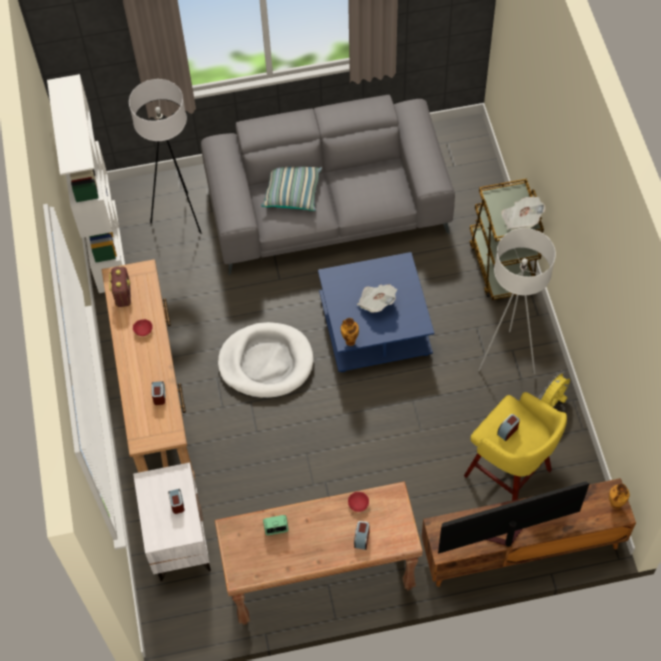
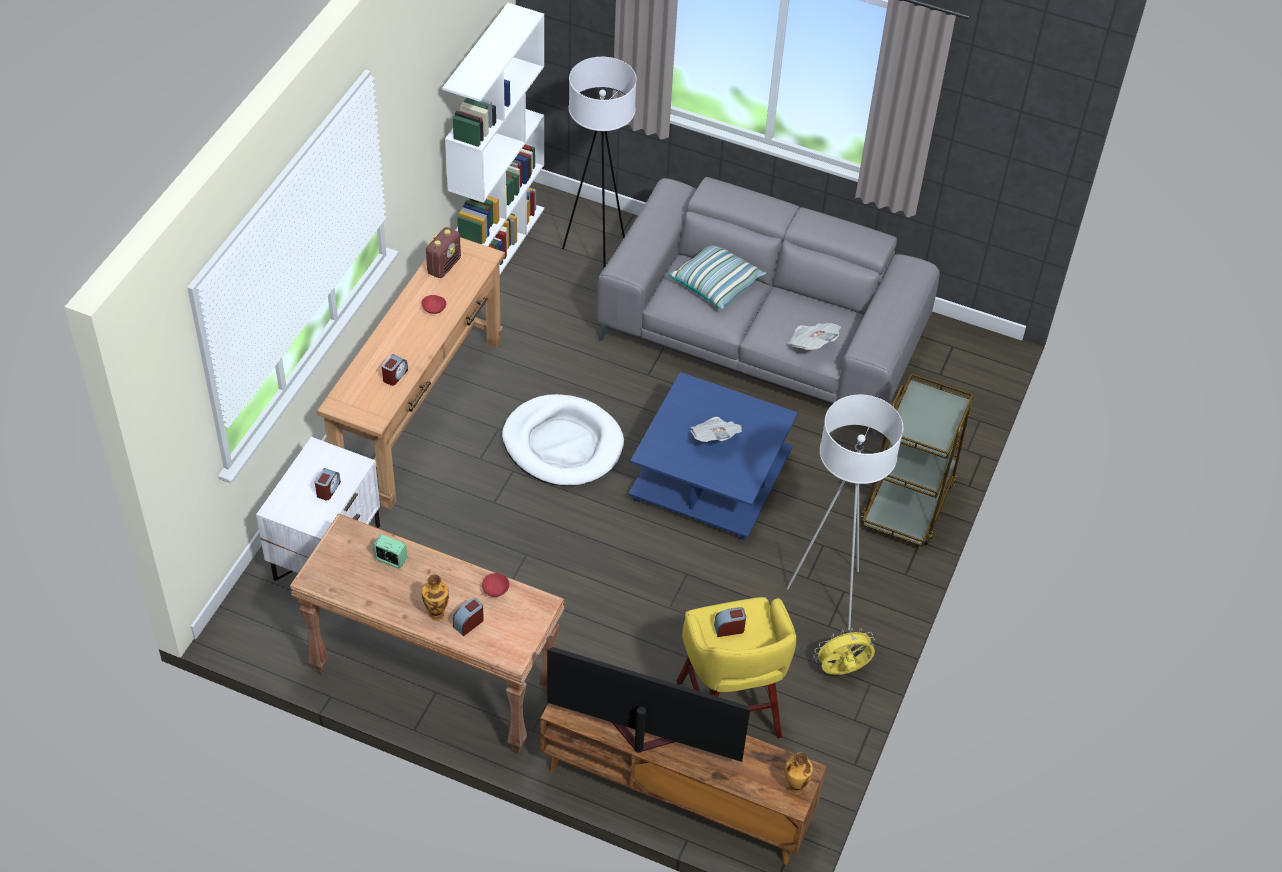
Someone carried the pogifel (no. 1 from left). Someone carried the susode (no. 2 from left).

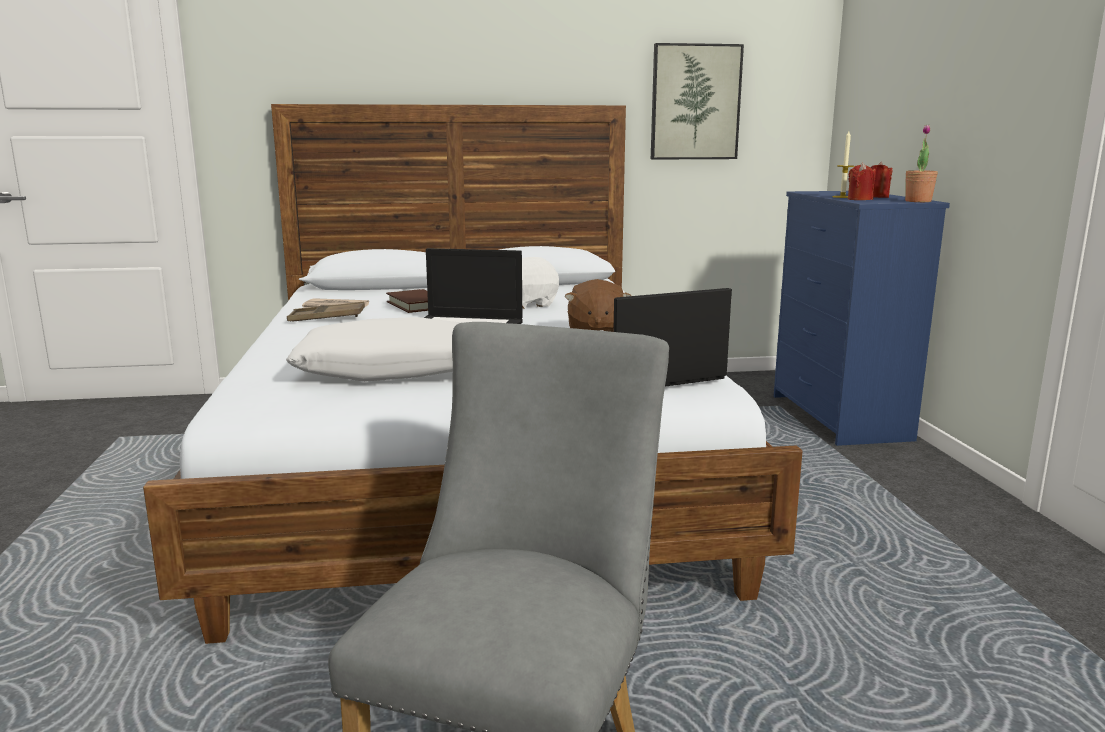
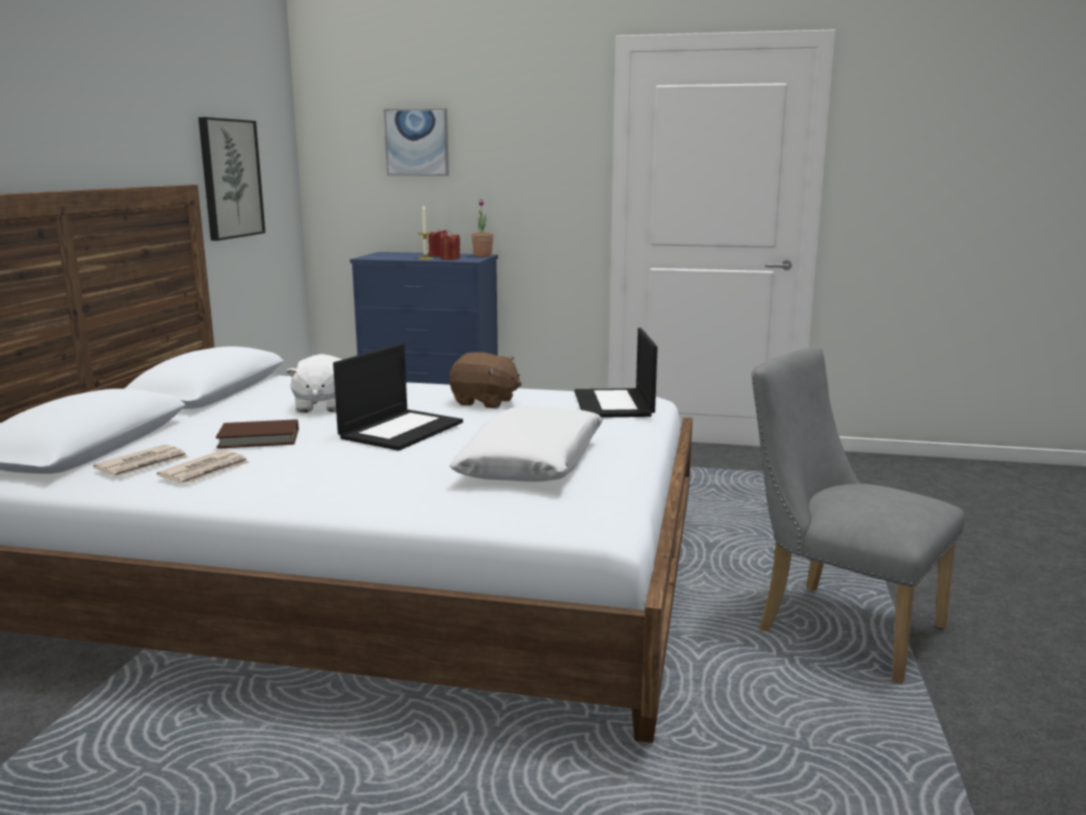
Someone took away the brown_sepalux. Someone put down the susode (no. 1 from left). Someone put up the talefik (no. 2 from left).

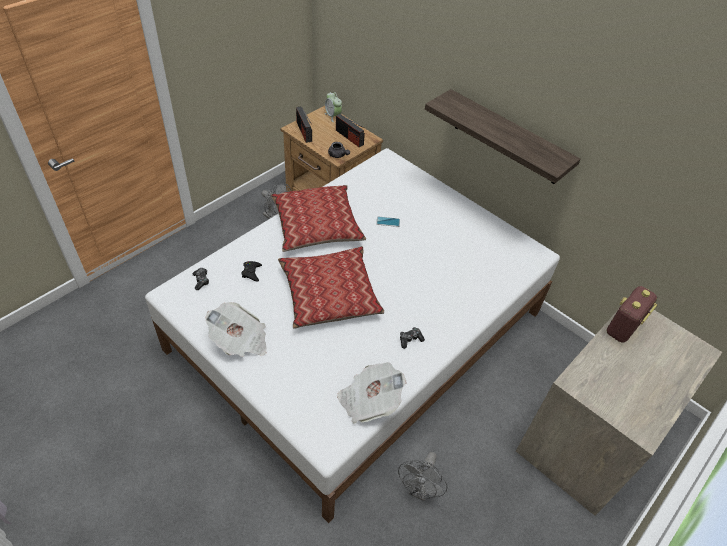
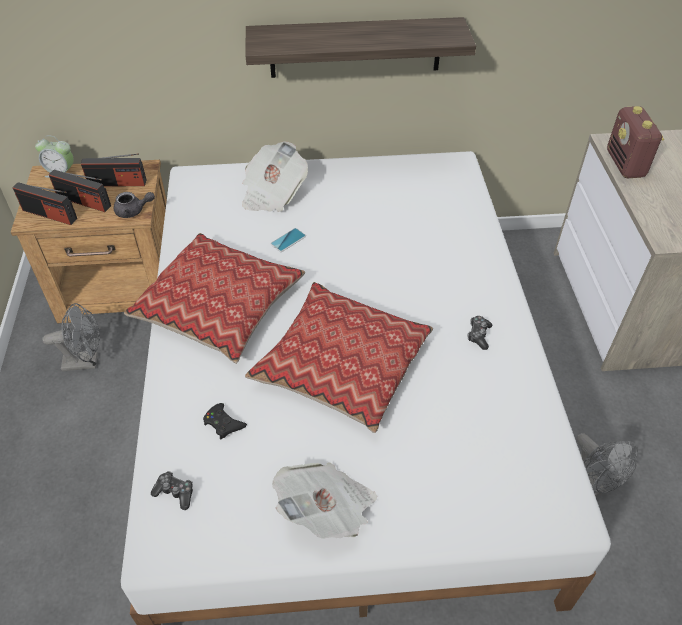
Someone put down the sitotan (no. 2 from left). Someone carried the susode (no. 2 from left in the first image).

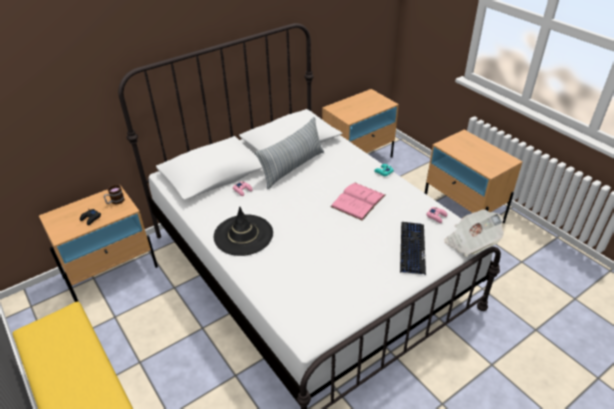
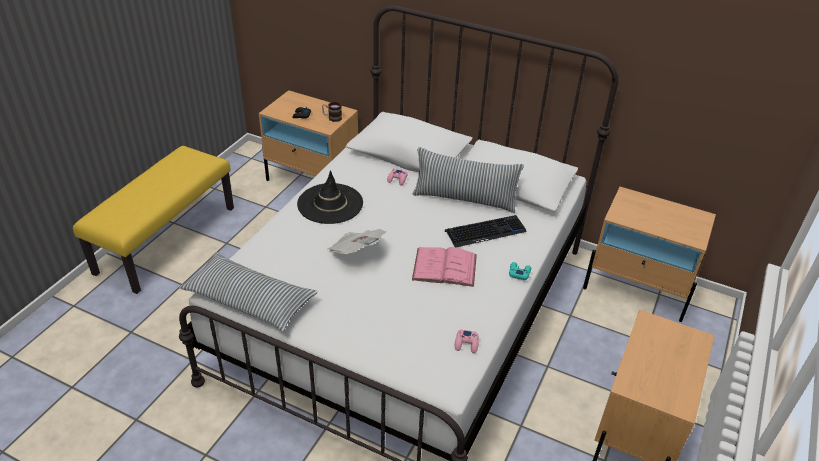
Someone put down the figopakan (no. 1 from left). Someone carried the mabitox. Someone carried the susode.

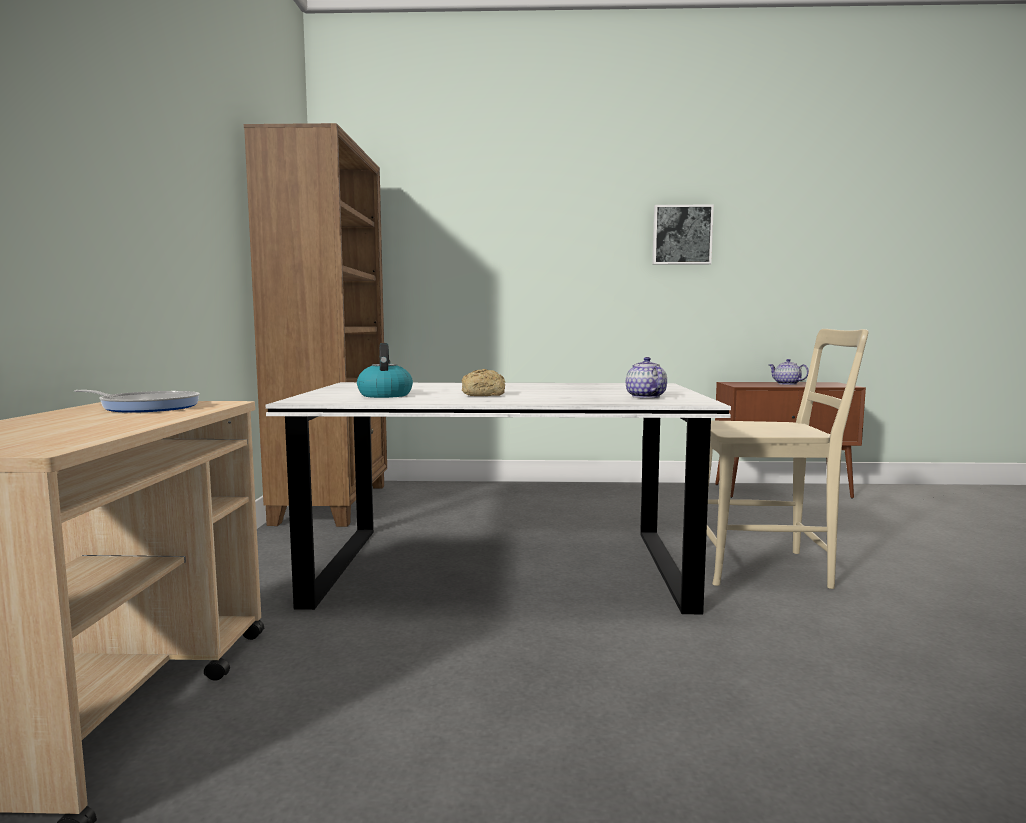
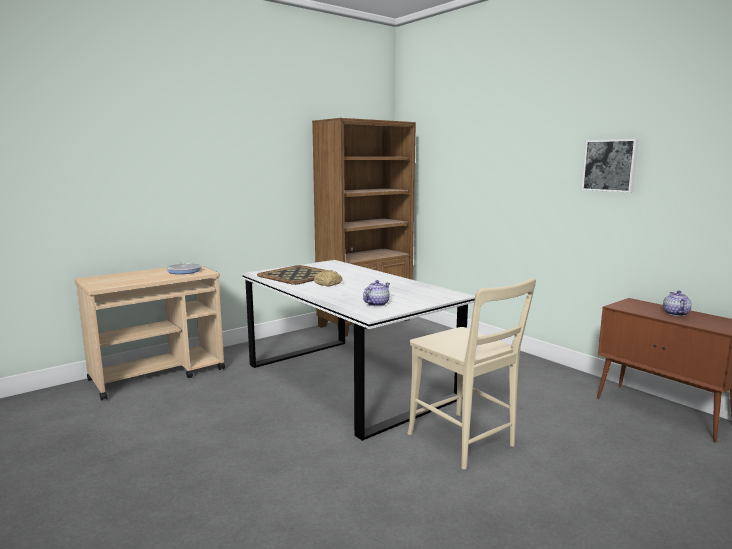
Someone swapped the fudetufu for the sepalux.

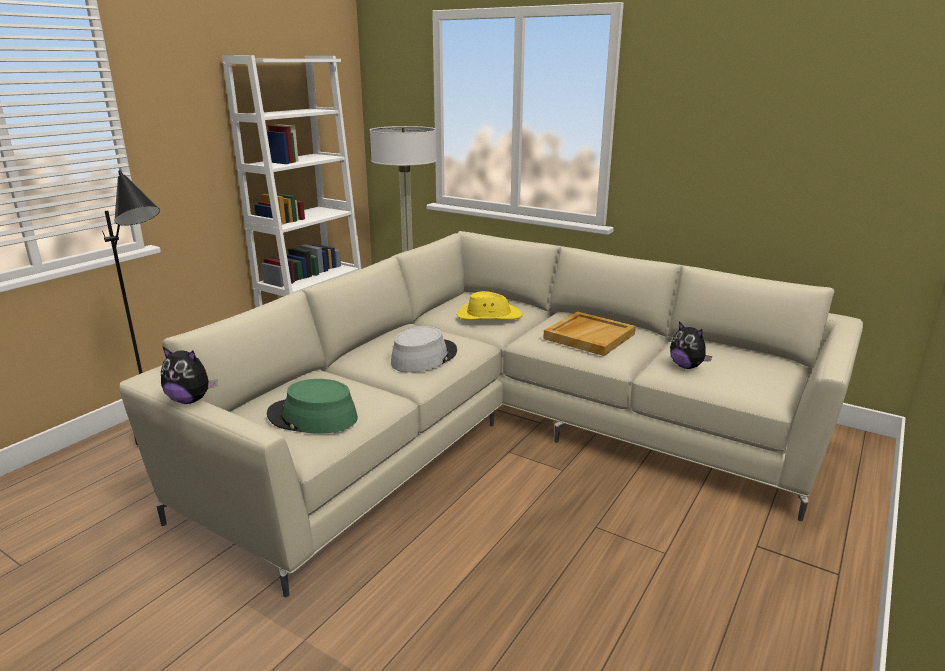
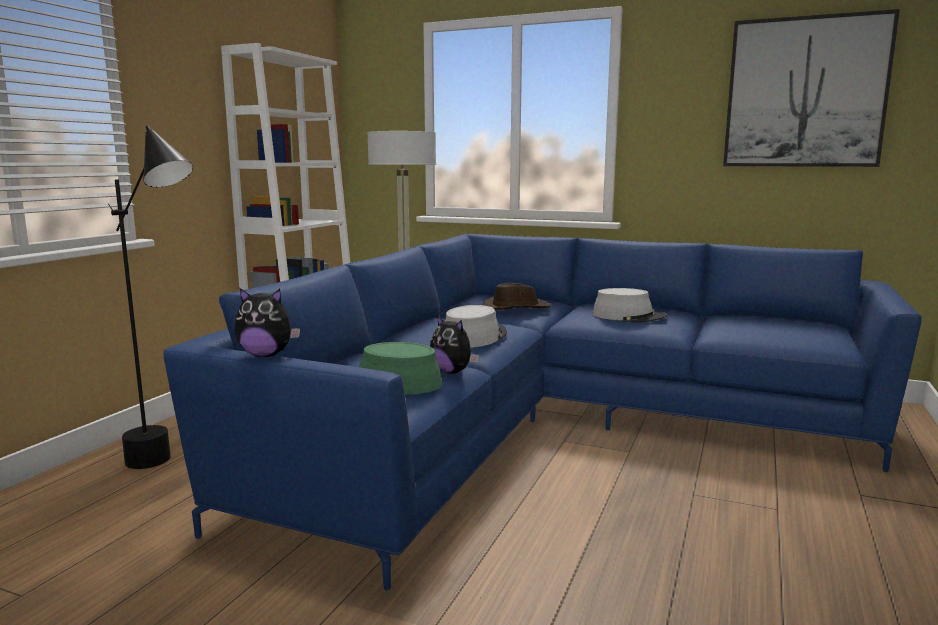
Someone put up the talefik. Someone carried the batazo (no. 2 from left). Someone swapped the beige_sepalux for the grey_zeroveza (no. 2 from left). Someone repainted the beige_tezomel, which became the blue_tezomel. Someone repainted the yellow_zeroveza, which became the brown_zeroveza.

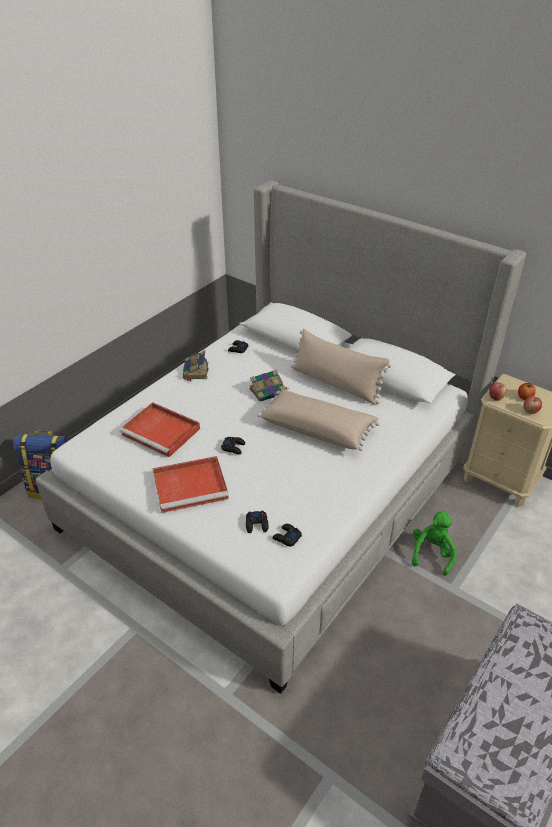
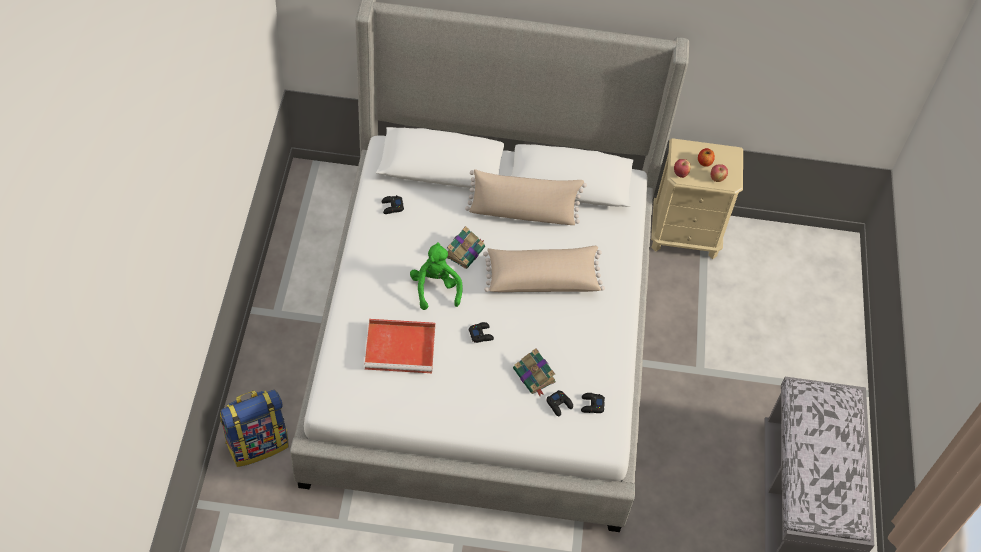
Someone took away the red_sepalux (no. 2 from left). Someone carried the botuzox (no. 1 from left in the first image). Someone carried the green_batazo.

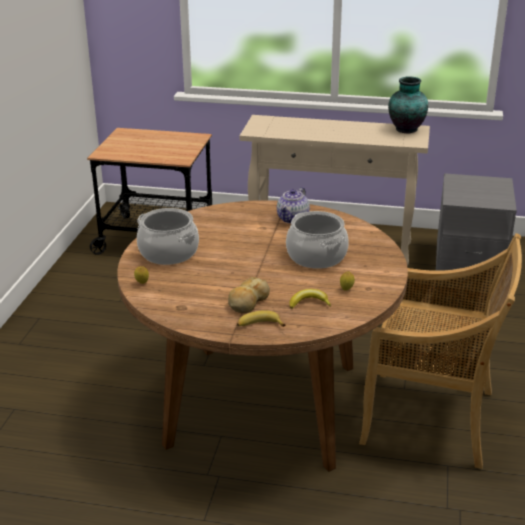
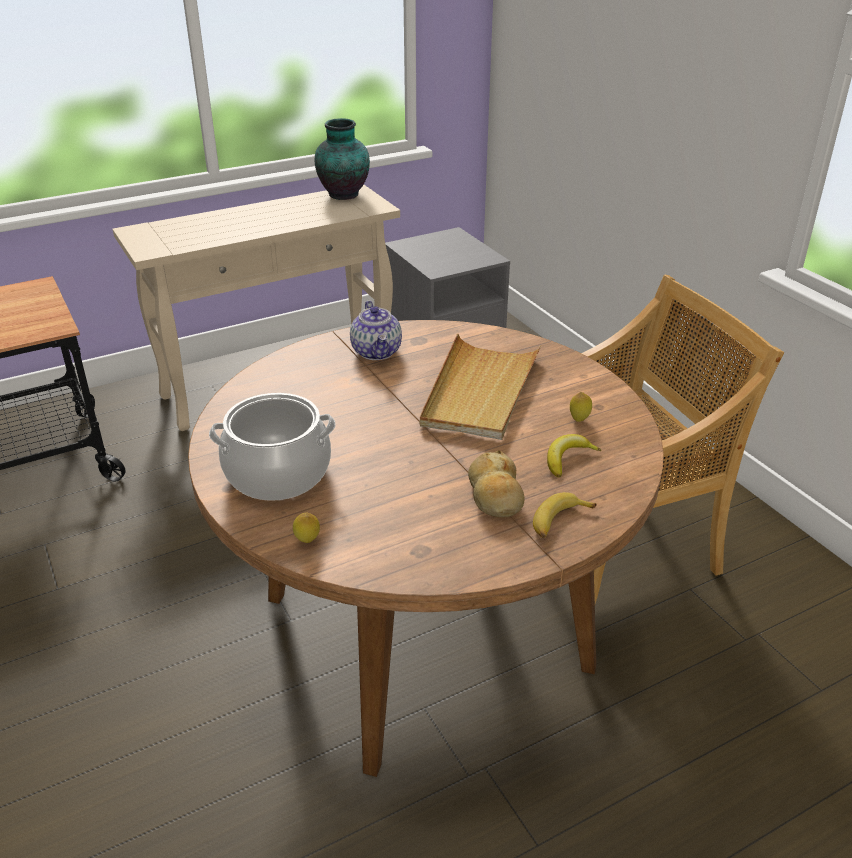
Someone swapped the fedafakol (no. 2 from left) for the beige_sepalux.

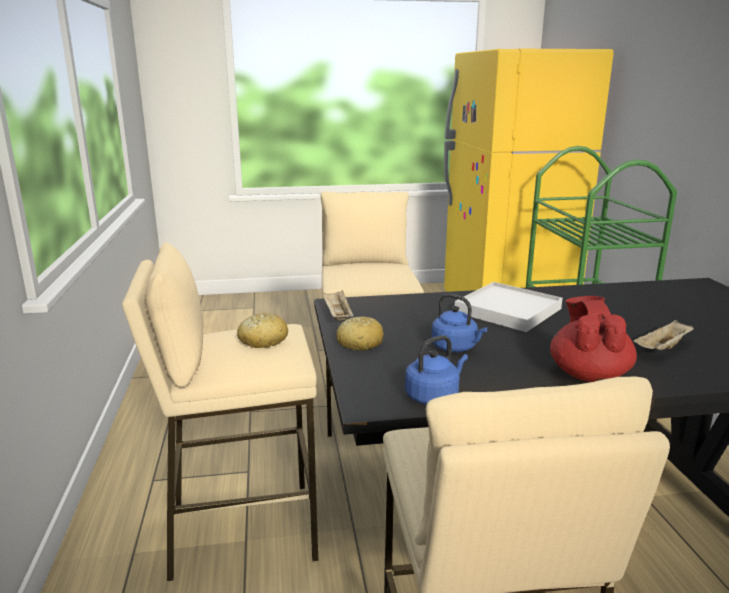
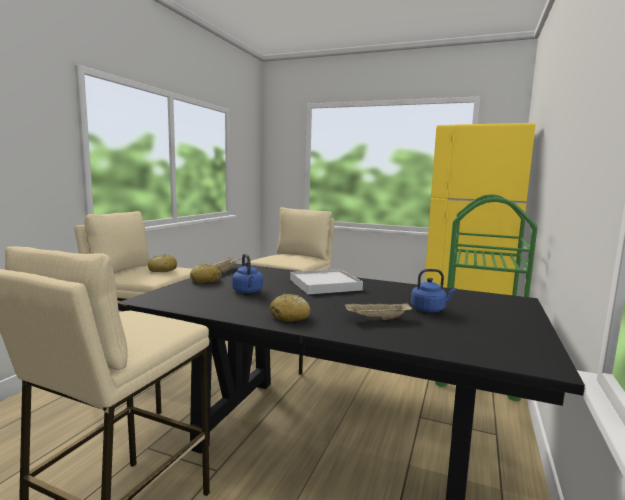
Someone carried the blue_fudetufu (no. 1 from left in the first image). Someone swapped the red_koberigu for the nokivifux (no. 3 from left).

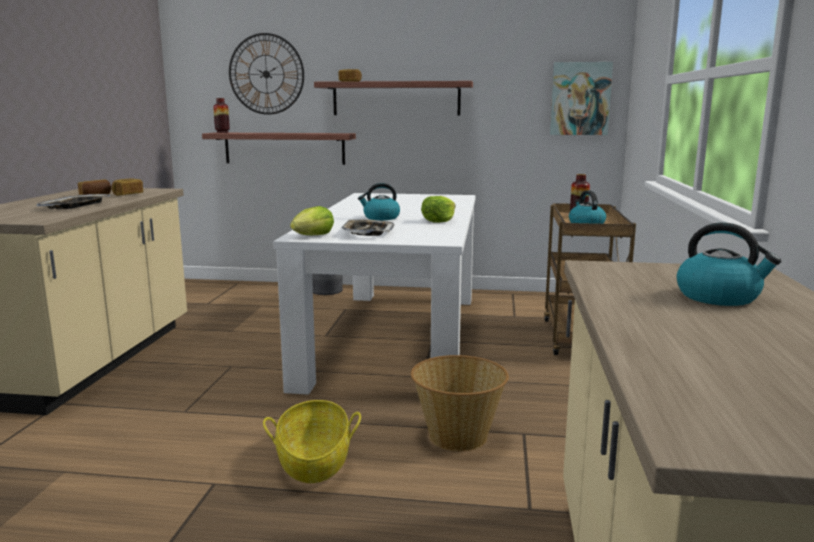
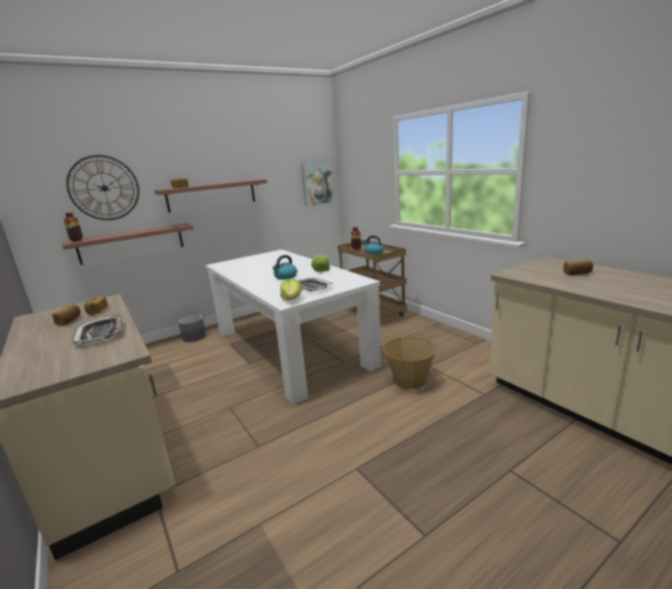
Someone took away the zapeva (no. 1 from left). Someone swapped the fudetufu (no. 3 from left) for the nokivifux (no. 4 from left).

